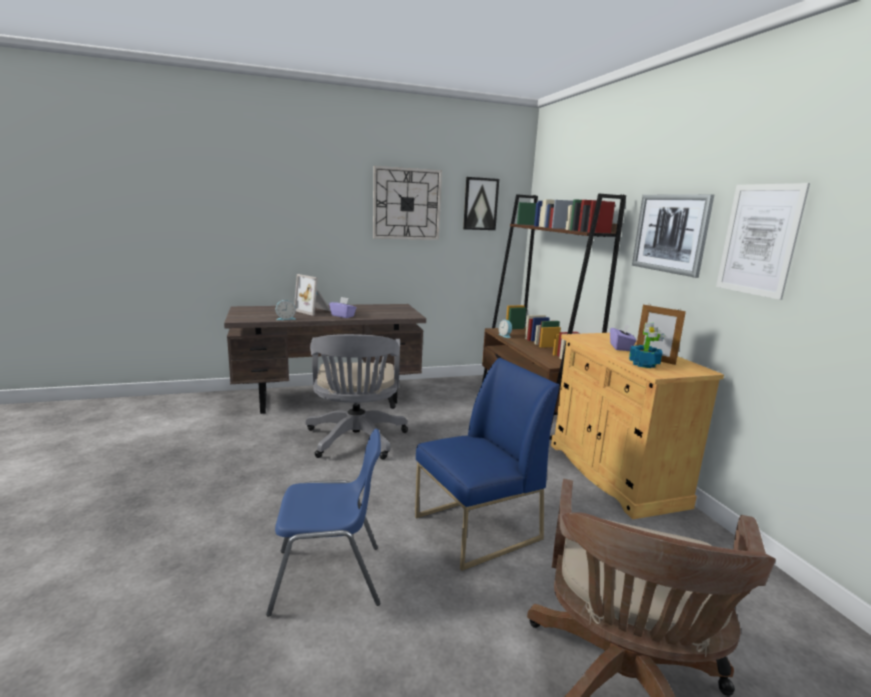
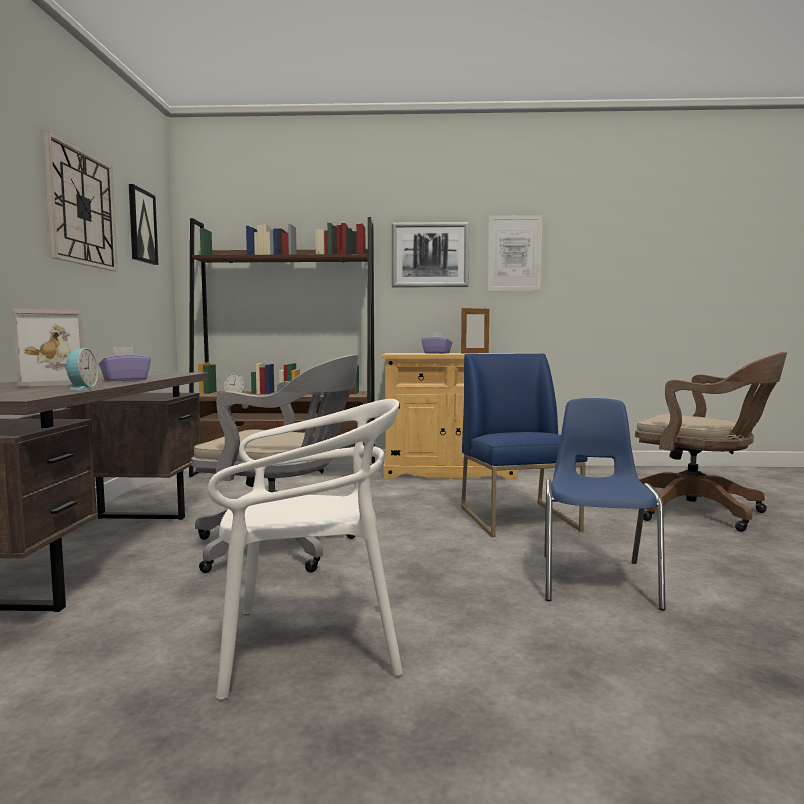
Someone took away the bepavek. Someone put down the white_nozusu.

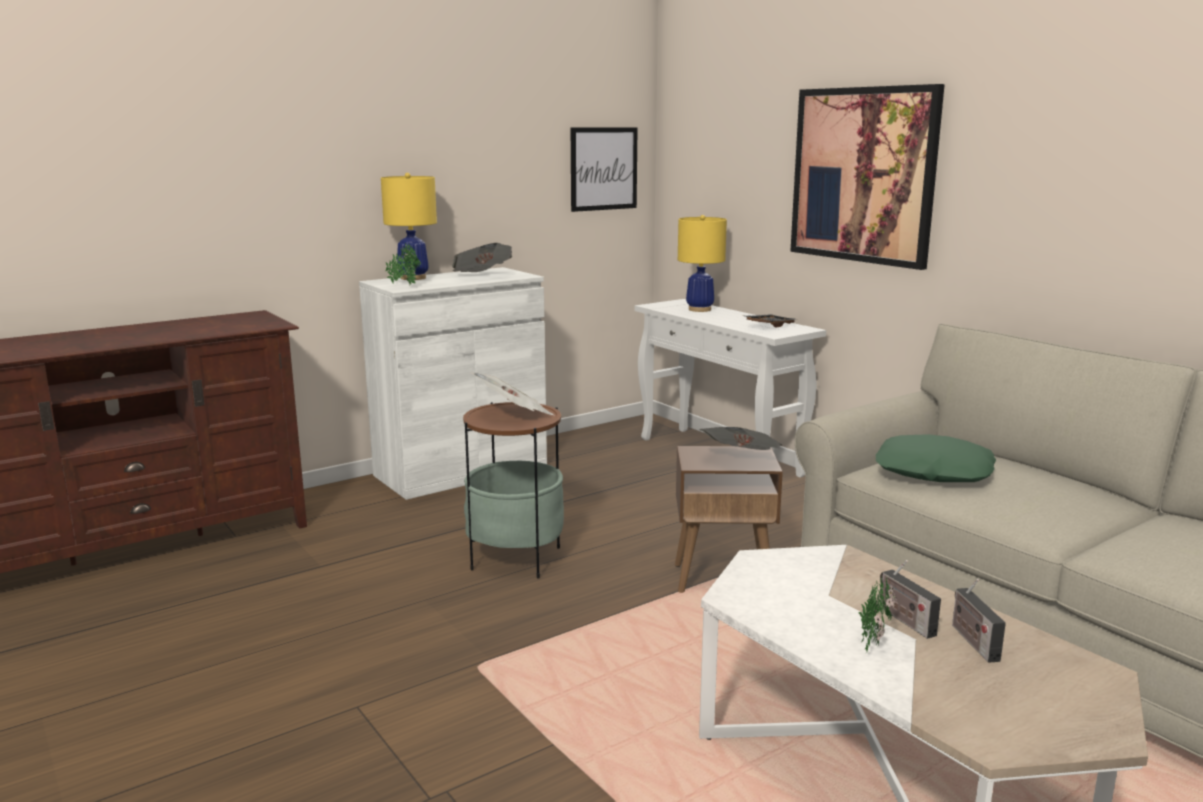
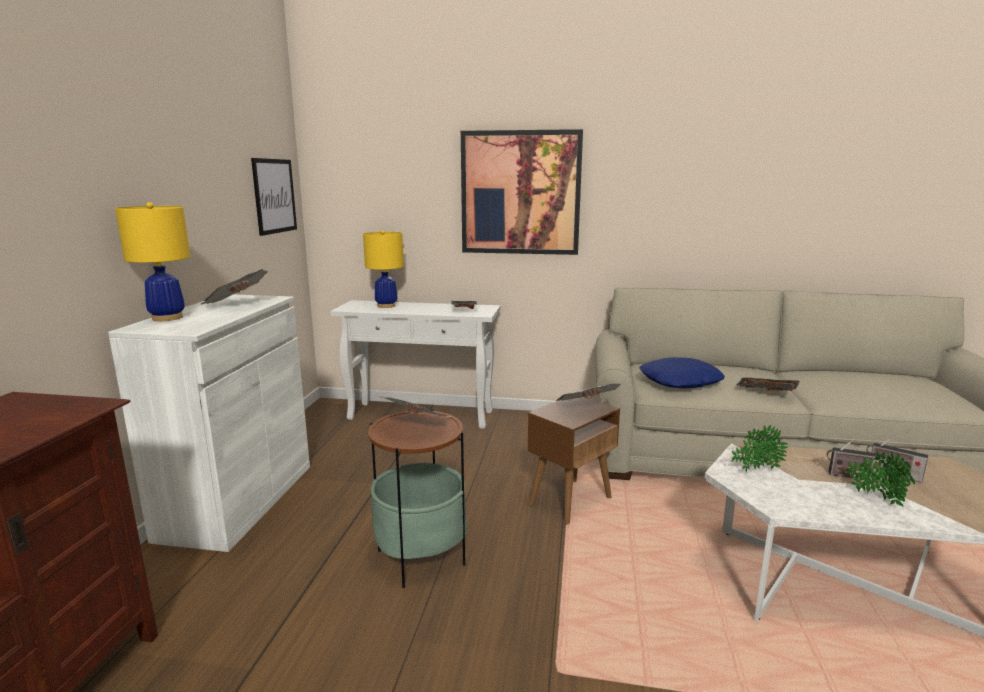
Someone put down the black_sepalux (no. 2 from left). Someone carried the bepavek (no. 1 from left). Someone repainted the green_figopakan, which became the blue_figopakan.

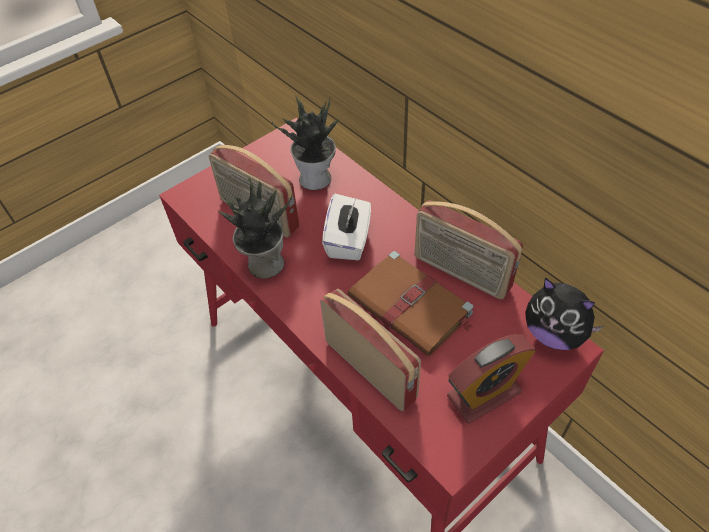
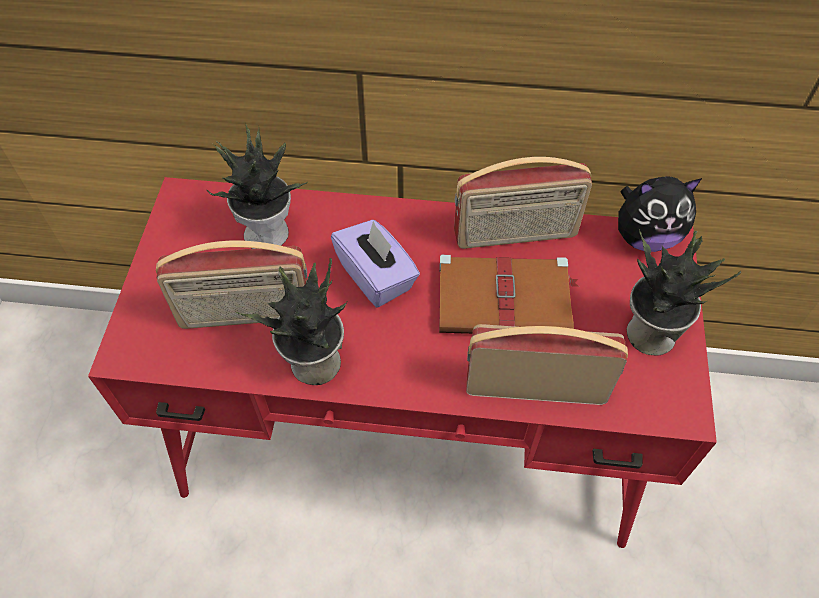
Someone swapped the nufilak for the bepavek (no. 3 from left). Someone repainted the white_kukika, which became the purple_kukika.

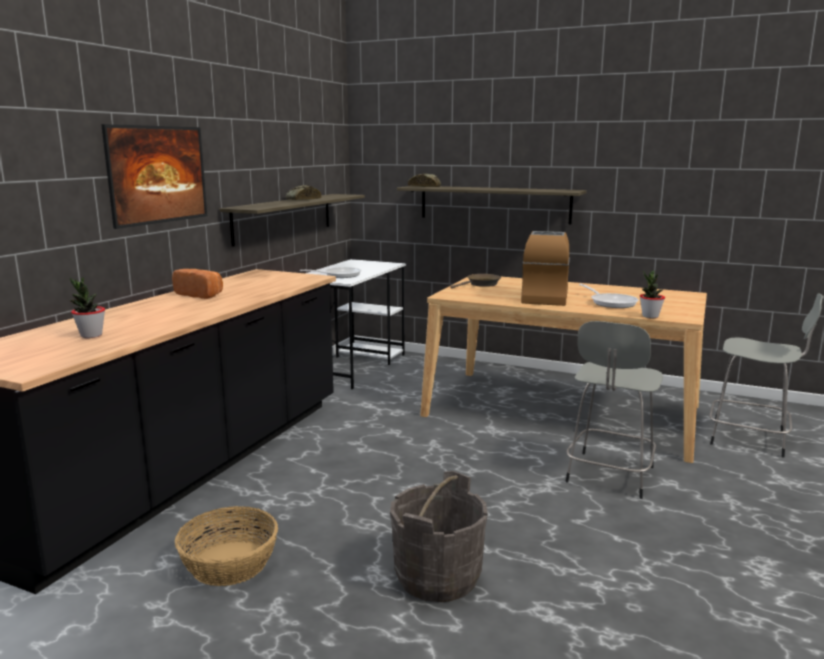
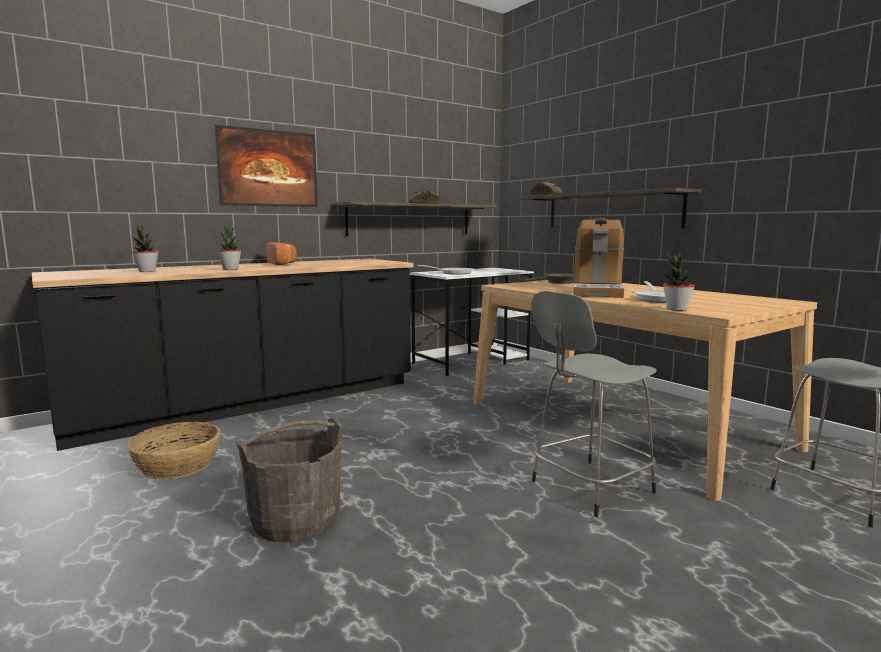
Someone put down the bepavek (no. 2 from left). Someone rotated the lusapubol by 150 degrees clockwise.

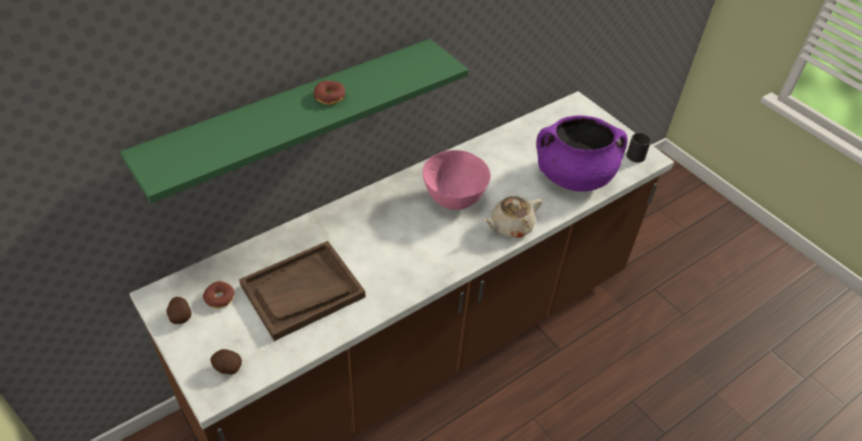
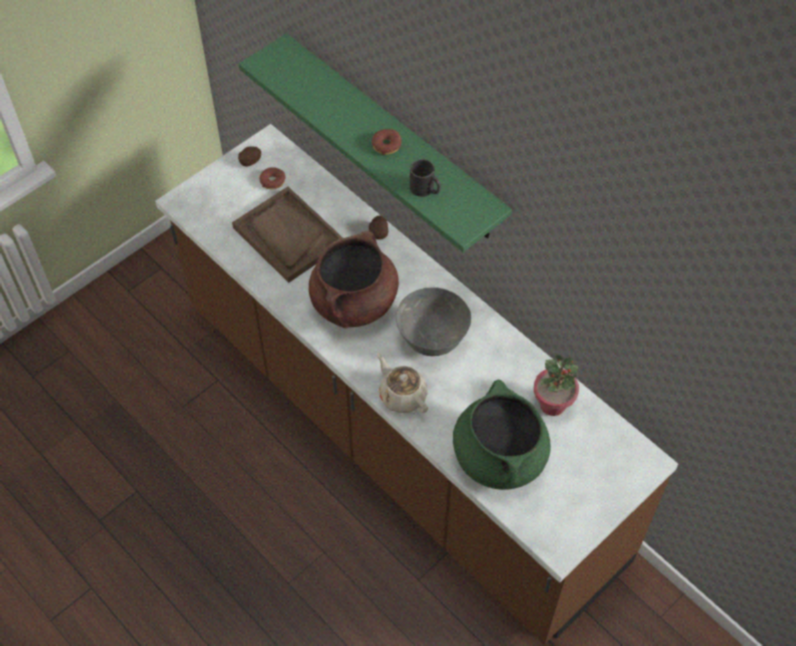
Someone put down the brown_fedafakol. Someone put down the bepavek. Someone carried the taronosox (no. 2 from left). Someone carried the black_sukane. Someone repainted the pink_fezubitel, which became the grey_fezubitel. Someone repainted the purple_fedafakol, which became the green_fedafakol.

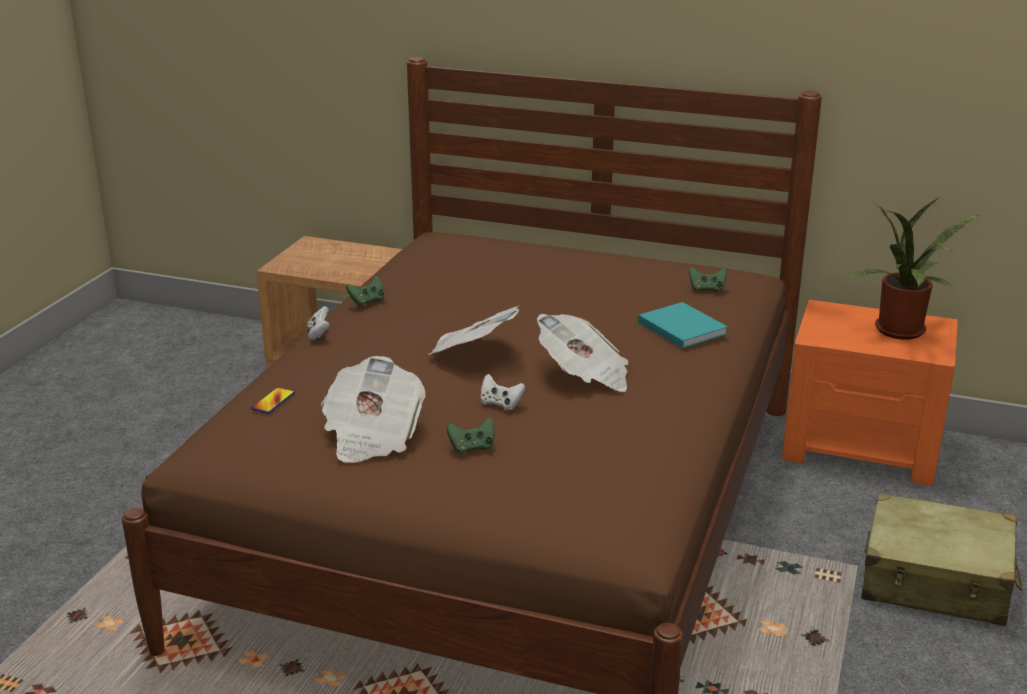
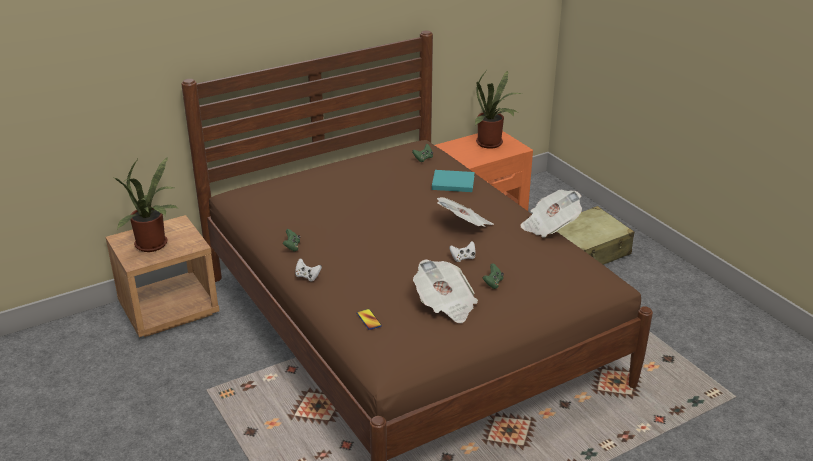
Someone put down the bepavek (no. 1 from left). Someone carried the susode (no. 2 from left in the first image).

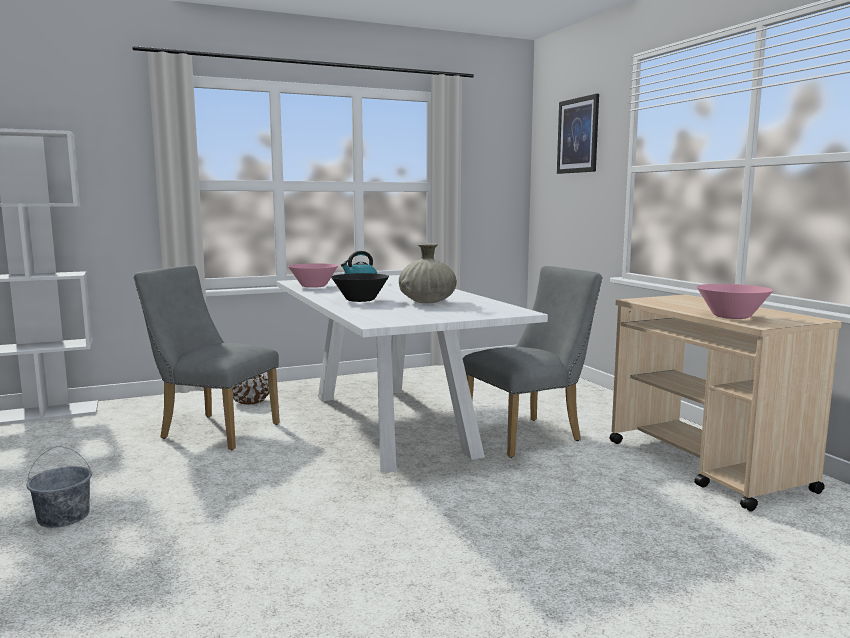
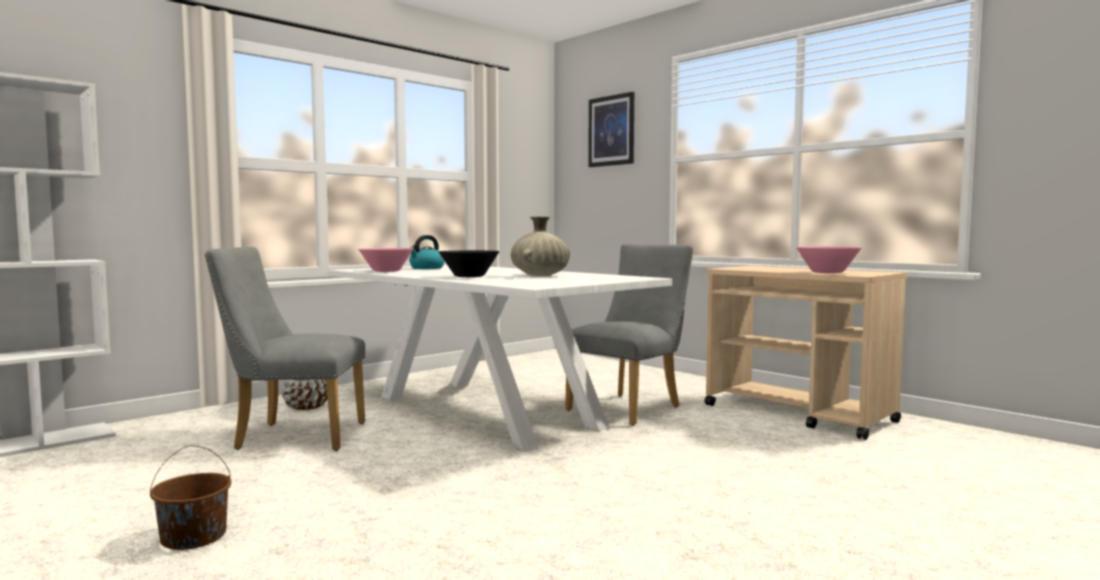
Someone repainted the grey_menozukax, which became the brown_menozukax.

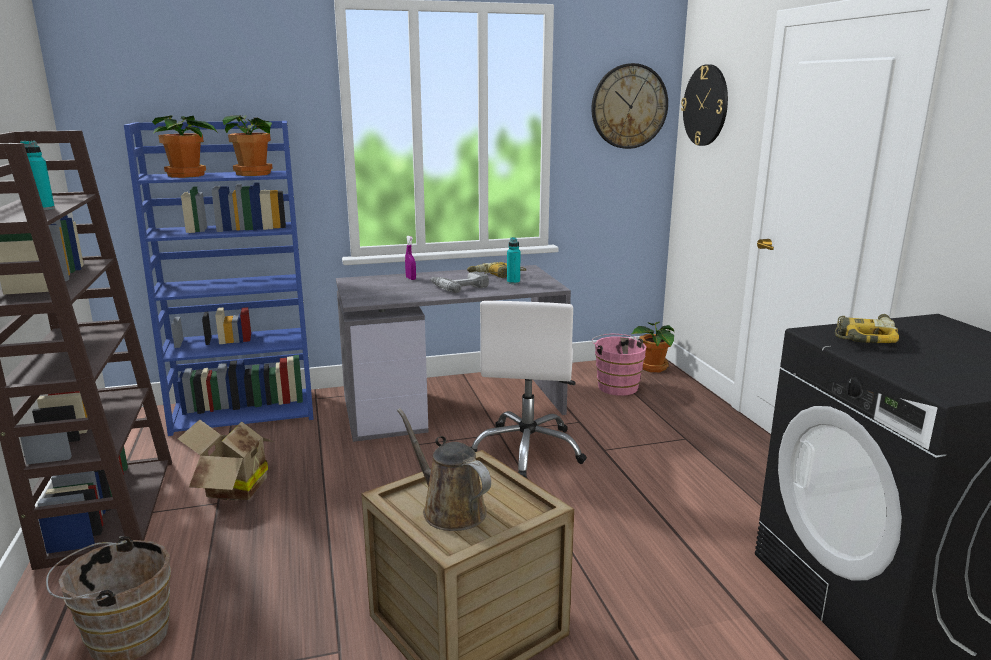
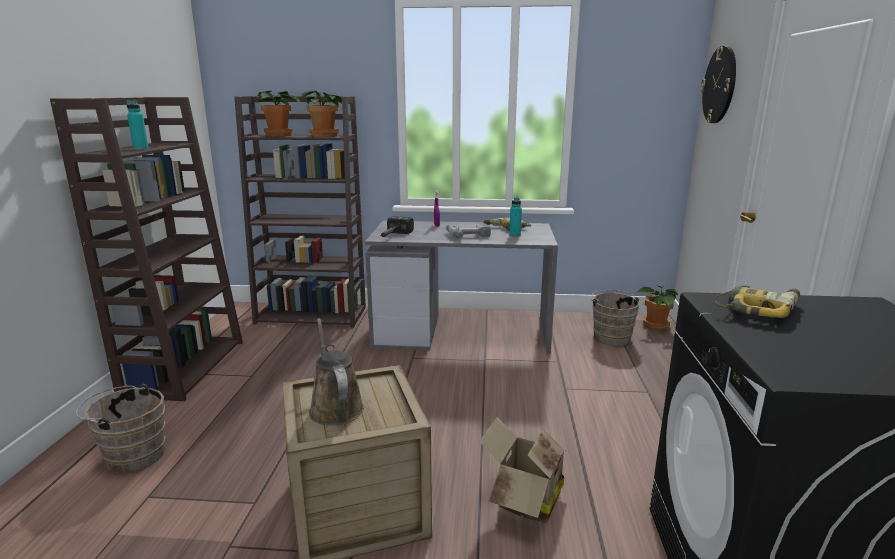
Someone took away the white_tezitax. Someone took away the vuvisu (no. 1 from left). Someone put down the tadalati. Someone carried the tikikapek. Someone repainted the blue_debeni, which became the brown_debeni (no. 2 from left). Someone repainted the pink_menozukax, which became the brown_menozukax (no. 2 from left).

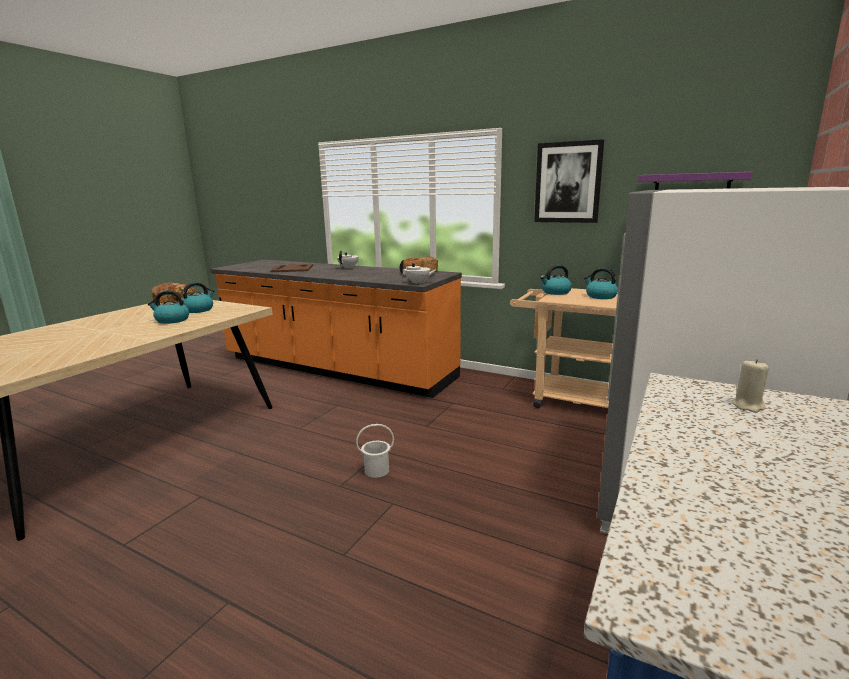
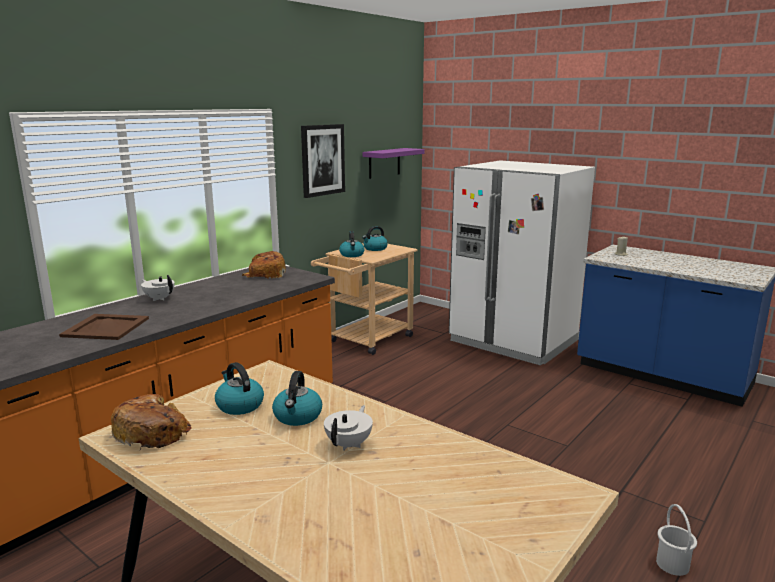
Someone carried the white_menozukax. Someone carried the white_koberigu (no. 2 from left).

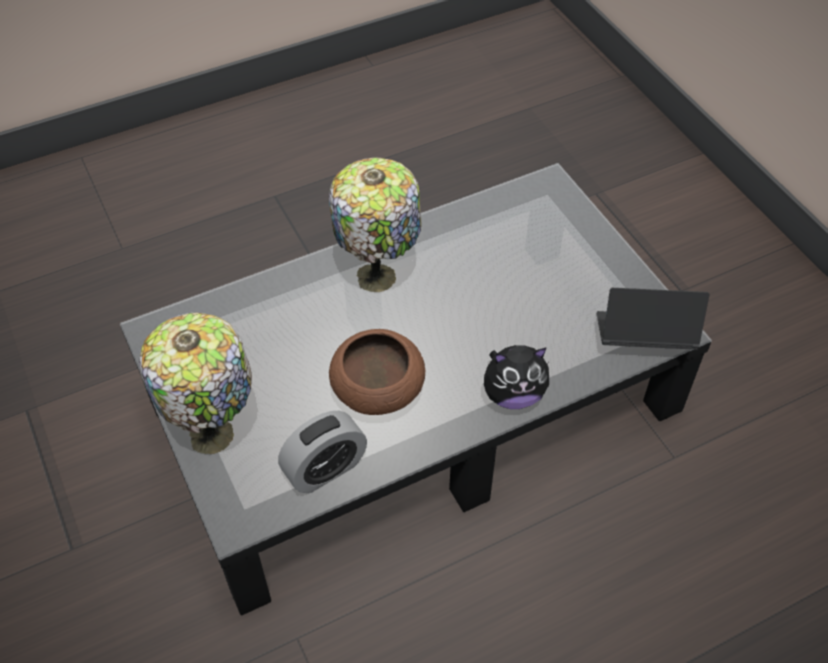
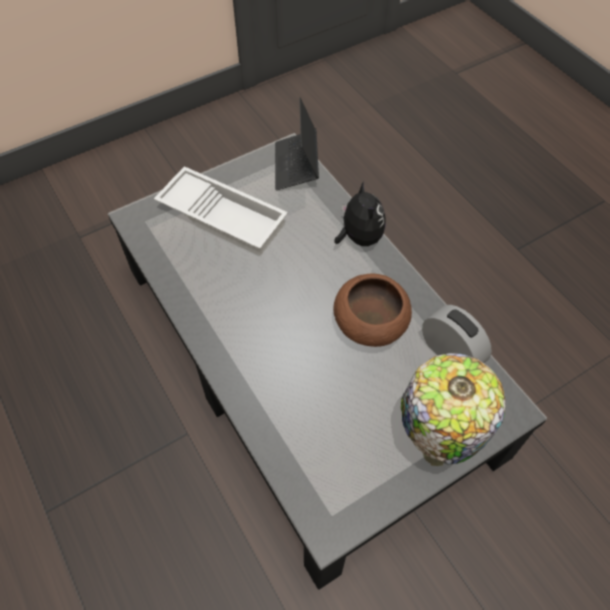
Someone took away the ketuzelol (no. 2 from left). Someone put down the white_sepalux.

